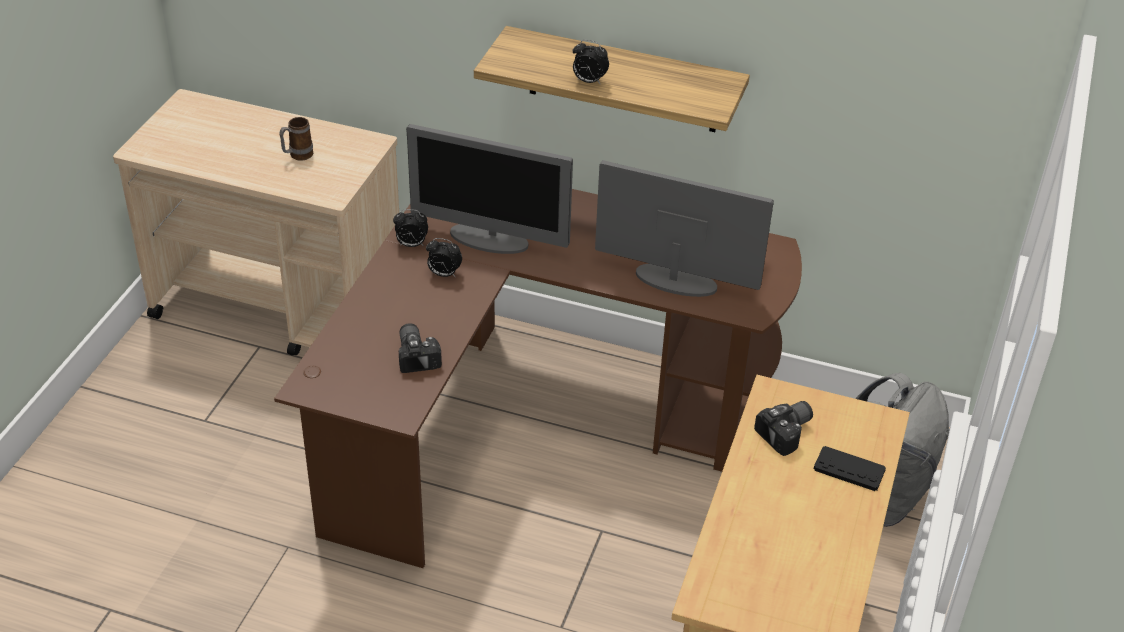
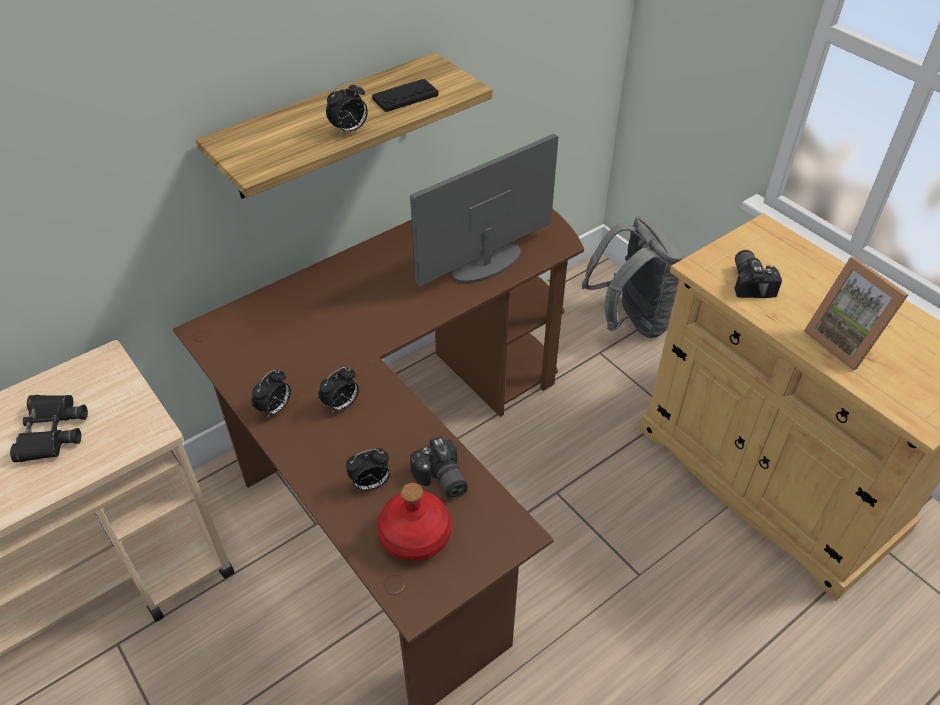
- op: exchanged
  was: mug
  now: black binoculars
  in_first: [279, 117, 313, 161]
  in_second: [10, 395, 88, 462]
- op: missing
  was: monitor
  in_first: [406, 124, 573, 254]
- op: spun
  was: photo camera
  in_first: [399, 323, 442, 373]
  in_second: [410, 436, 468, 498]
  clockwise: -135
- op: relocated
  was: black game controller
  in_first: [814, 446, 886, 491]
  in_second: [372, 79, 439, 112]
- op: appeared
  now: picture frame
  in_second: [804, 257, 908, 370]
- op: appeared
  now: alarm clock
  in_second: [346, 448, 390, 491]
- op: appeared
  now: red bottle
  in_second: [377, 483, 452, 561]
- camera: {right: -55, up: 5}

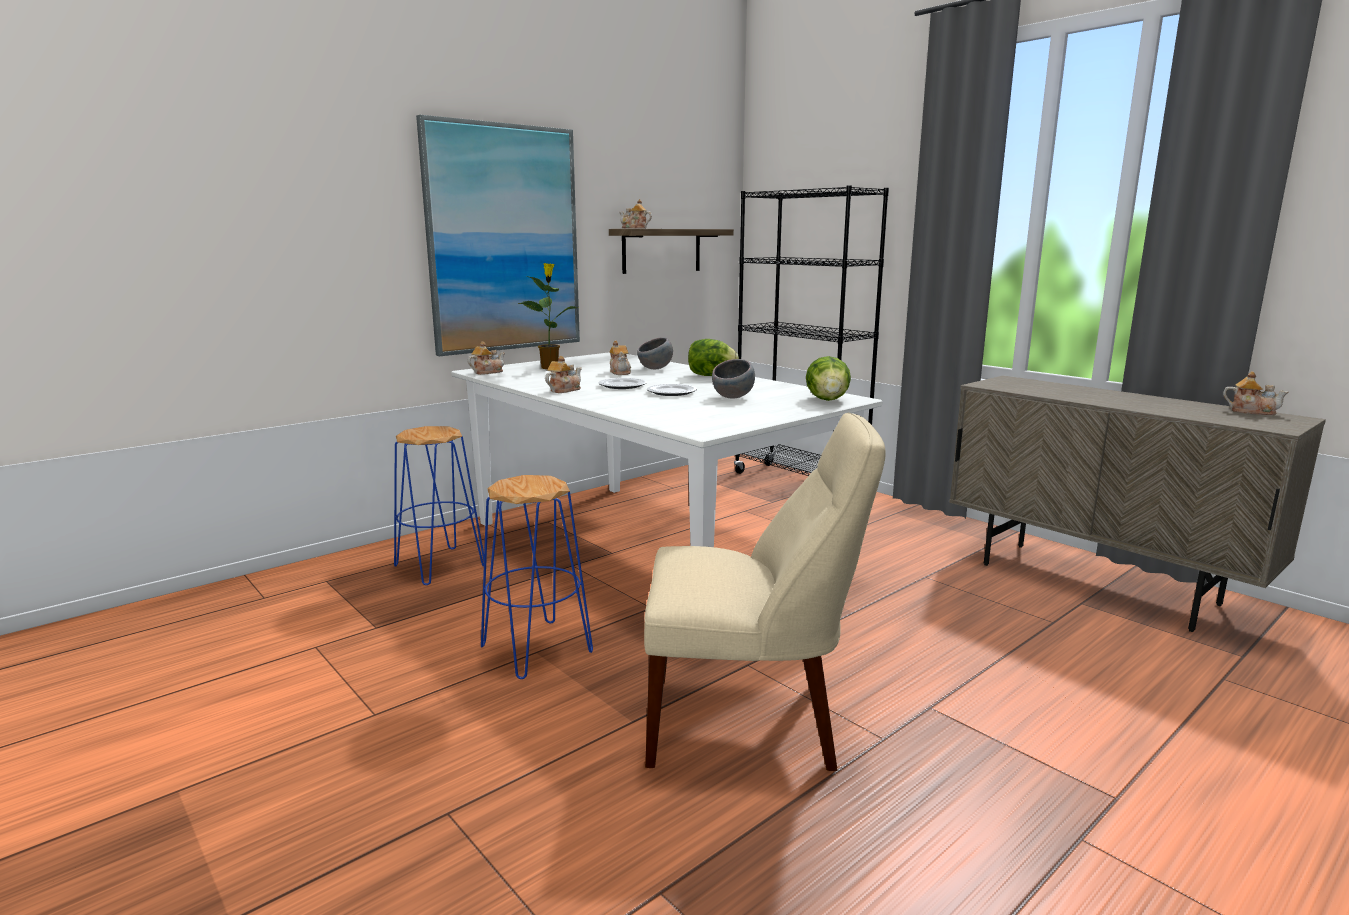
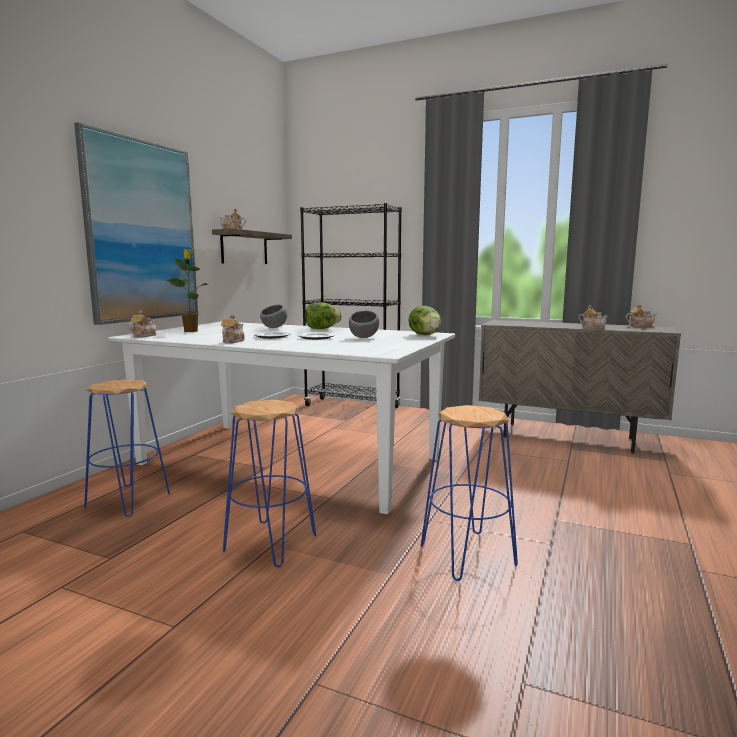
- op: relocated
  was: teapot
  in_first: [609, 341, 631, 375]
  in_second: [578, 305, 608, 329]
- op: exchanged
  was: beige chair
  now: blue stool
  in_first: [644, 412, 886, 771]
  in_second: [421, 405, 518, 581]
- camera: {right: -25, up: -5}

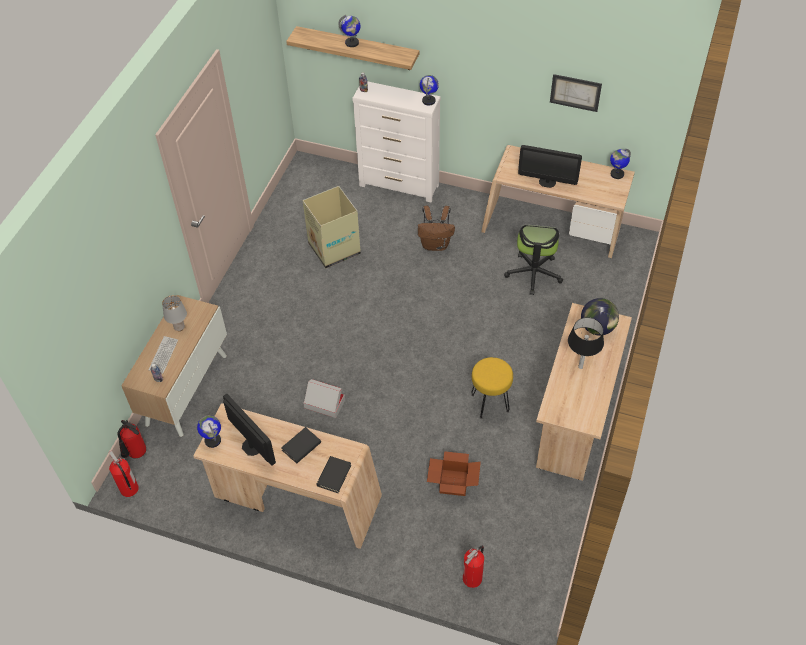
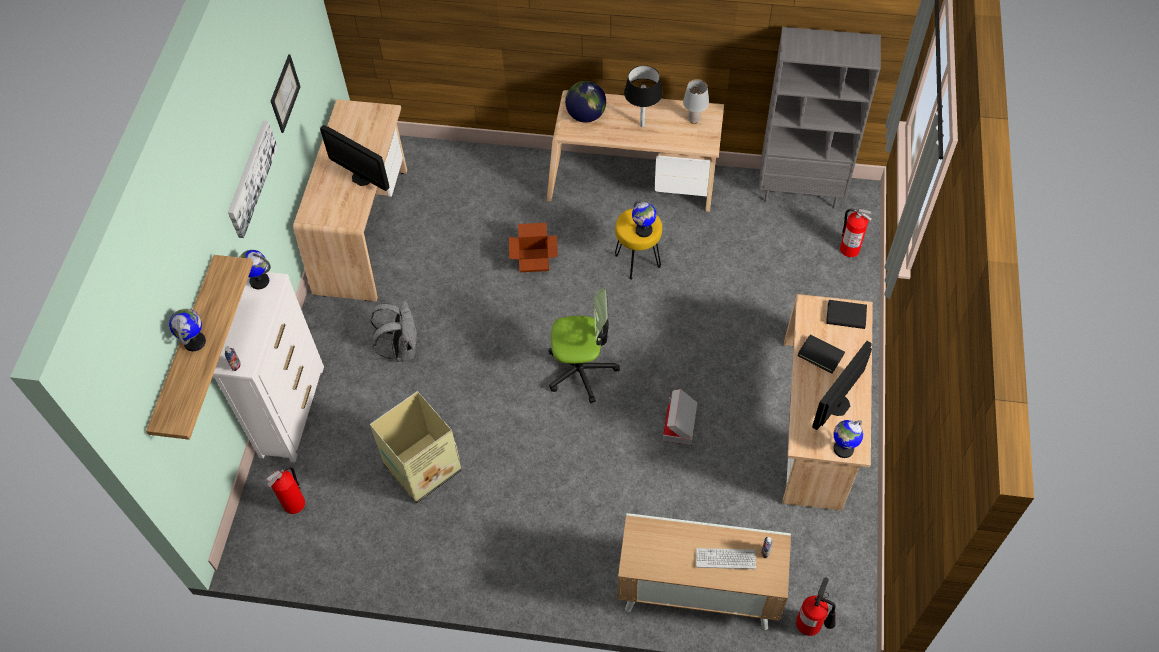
- op: spun
  was: monitor
  in_first: [518, 145, 582, 188]
  in_second: [320, 125, 389, 191]
  clockwise: 120
- op: relocated
  was: globe
  in_first: [610, 149, 631, 179]
  in_second: [632, 200, 656, 237]
- op: colour
  was: brown backpack
  now: grey backpack
  in_first: [418, 206, 455, 251]
  in_second: [370, 301, 418, 362]
- op: relocated
  was: office chair
  in_first: [504, 225, 563, 295]
  in_second: [549, 288, 620, 403]
- op: relocated
  was: grey table lamp
  in_first: [162, 295, 187, 331]
  in_second: [683, 79, 709, 124]
- op: relocated
  was: fire extinguisher
  in_first: [109, 450, 139, 497]
  in_second: [266, 466, 305, 514]
- op: relocated
  was: cardboard box
  in_first: [427, 451, 481, 496]
  in_second: [509, 223, 558, 272]
- op: appeared
  now: grey bookcase
  in_second: [759, 27, 881, 209]
- op: appeared
  now: picture
  in_second: [228, 121, 278, 238]
- camera: {right: -100, up: 5}

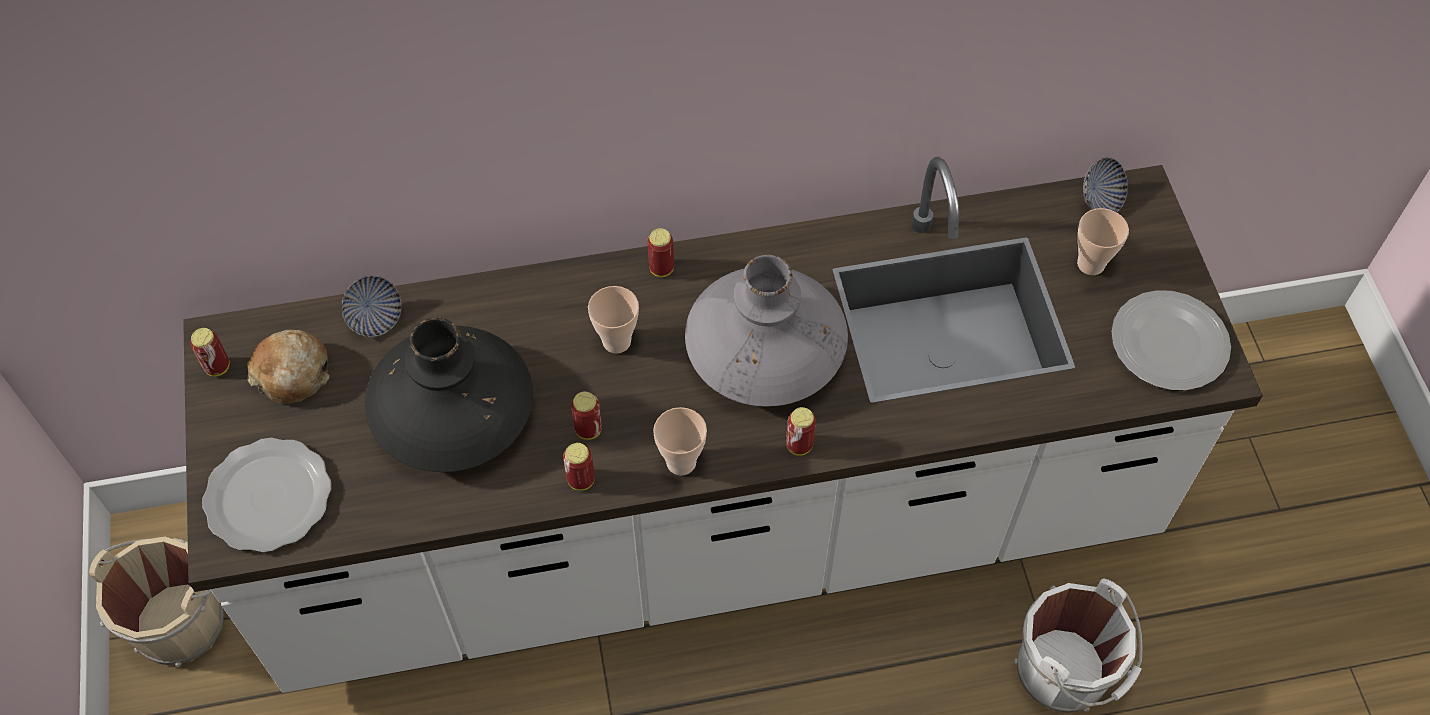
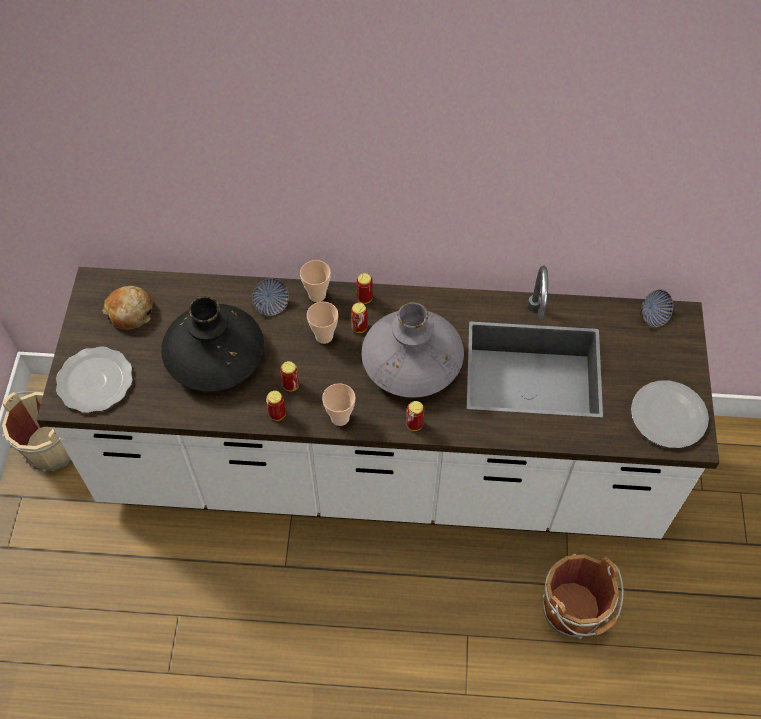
- op: relocated
  was: cup
  in_first: [1077, 208, 1129, 275]
  in_second: [300, 260, 331, 302]
- op: relocated
  was: bowl
  in_first: [342, 276, 402, 337]
  in_second: [252, 278, 289, 316]
- op: relocated
  was: can
  in_first: [190, 328, 230, 377]
  in_second: [351, 303, 368, 333]
- op: colour
  was: white bucket
  now: brown bucket
  in_first: [1014, 578, 1142, 713]
  in_second: [542, 554, 623, 639]
- camera: {right: 15, up: 0}

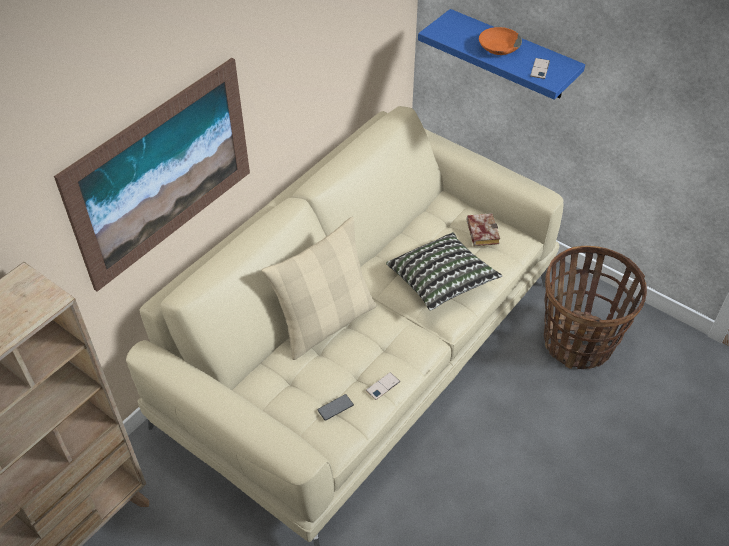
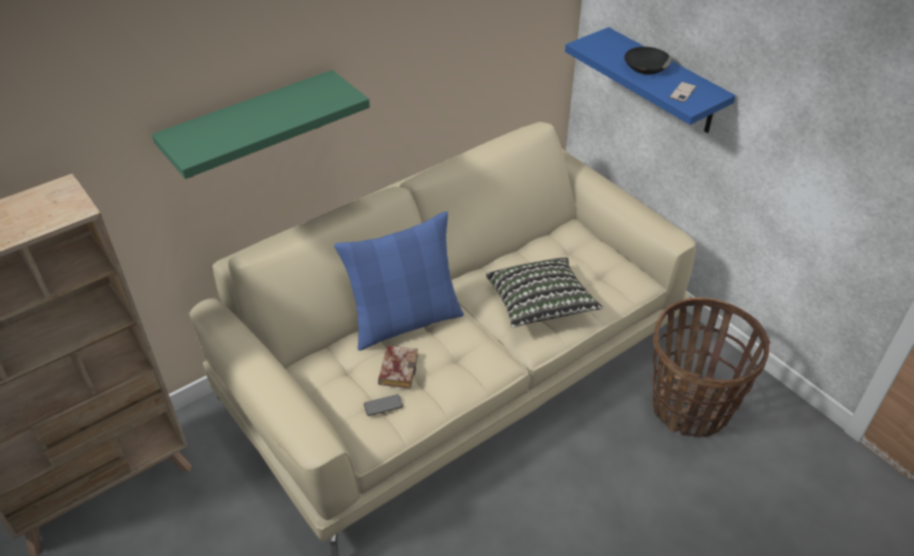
- op: colour
  was: orange bowl
  now: black bowl
  in_first: [479, 27, 522, 55]
  in_second: [624, 47, 671, 75]
- op: exchanged
  was: picture
  now: green shelf
  in_first: [54, 58, 250, 292]
  in_second: [152, 70, 370, 179]
- op: relocated
  was: book
  in_first: [467, 213, 500, 246]
  in_second: [378, 346, 418, 389]
- op: colour
  was: beige pillow
  now: blue pillow
  in_first: [261, 217, 377, 360]
  in_second: [334, 211, 464, 350]
- op: missing
  was: phone
  in_first: [366, 372, 400, 400]
- camera: {right: 15, up: -5}

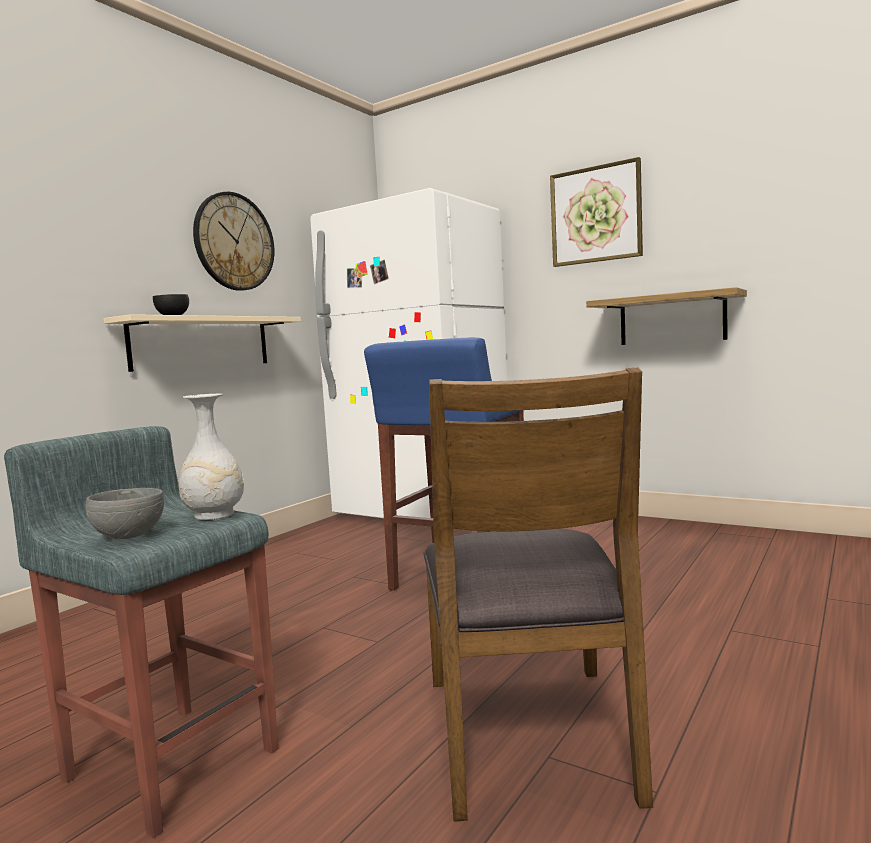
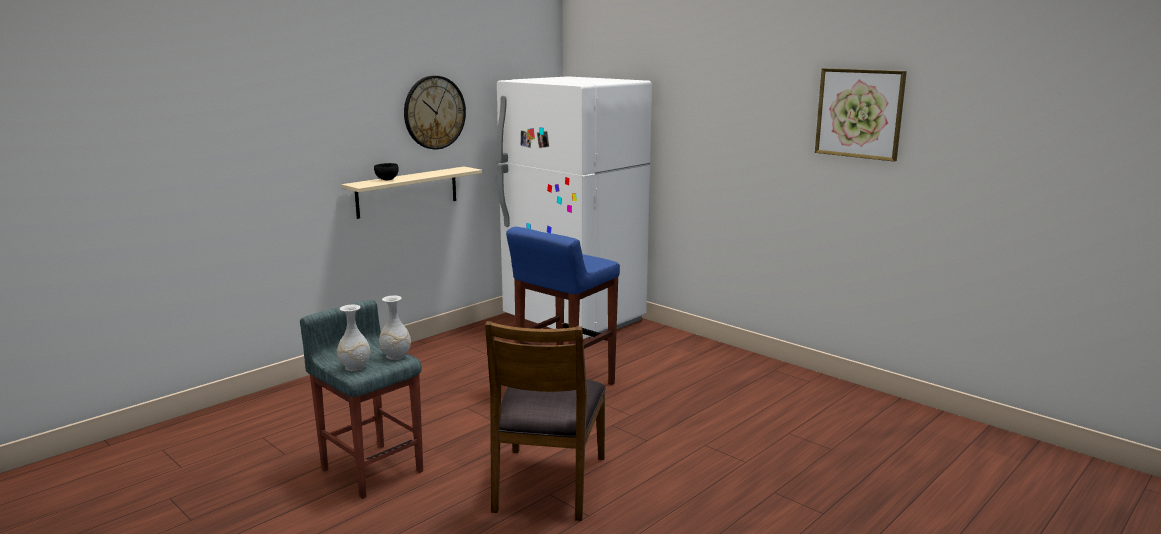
- op: relocated
  was: picture
  in_first: [550, 157, 643, 267]
  in_second: [815, 68, 907, 162]
- op: missing
  was: shelf
  in_first: [586, 287, 747, 345]
- op: exchanged
  was: grey bowl
  now: white vase
  in_first: [86, 488, 164, 539]
  in_second: [337, 305, 371, 371]
- camera: {right: 10, up: 10}

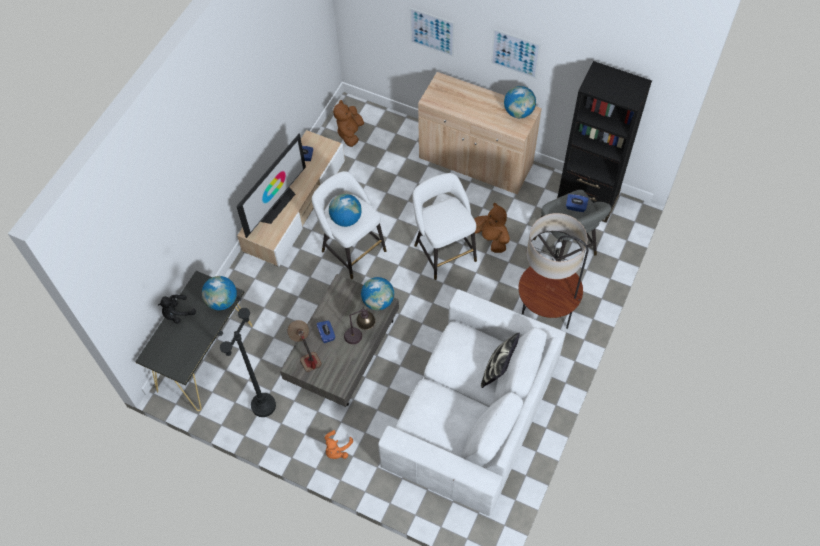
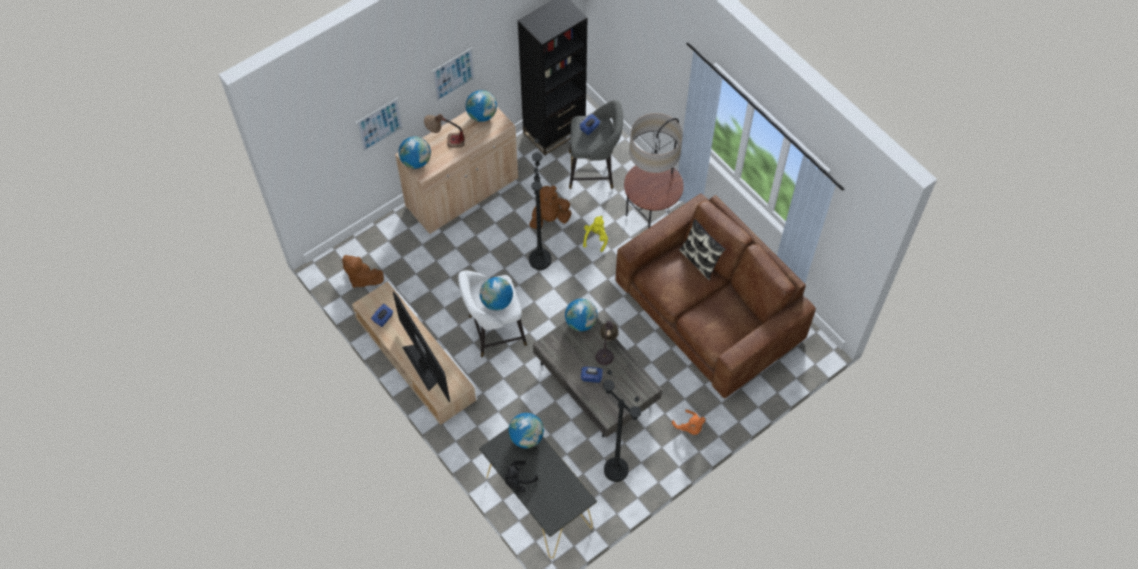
- op: exchanged
  was: white stool
  now: black floor lamp
  in_first: [412, 173, 477, 280]
  in_second: [529, 138, 551, 270]
- op: colour
  was: white sofa
  now: brown sofa
  in_first: [378, 289, 566, 516]
  in_second: [615, 193, 816, 398]
- op: spun
  was: black plush toy
  in_first: [158, 295, 196, 324]
  in_second: [504, 461, 538, 493]
  clockwise: 60
- op: relocated
  was: table lamp
  in_first: [288, 320, 322, 372]
  in_second: [424, 114, 465, 147]
- op: appeared
  now: globe
  in_second: [399, 136, 431, 169]
- op: appeared
  now: yellow plush toy
  in_second: [583, 216, 608, 252]
- camera: {right: -65, up: 0}

